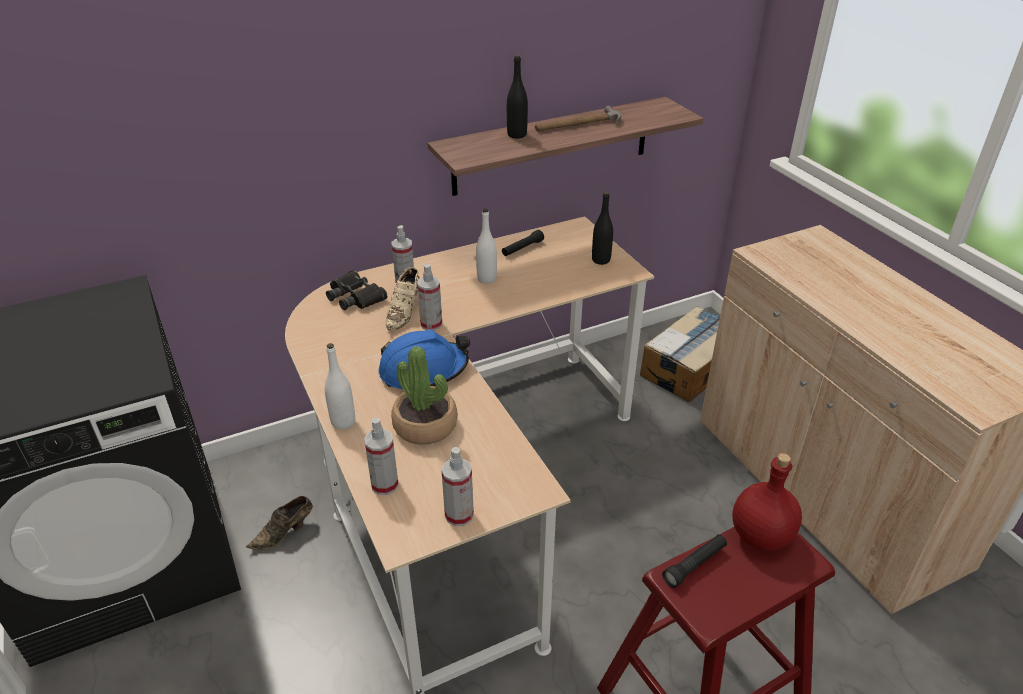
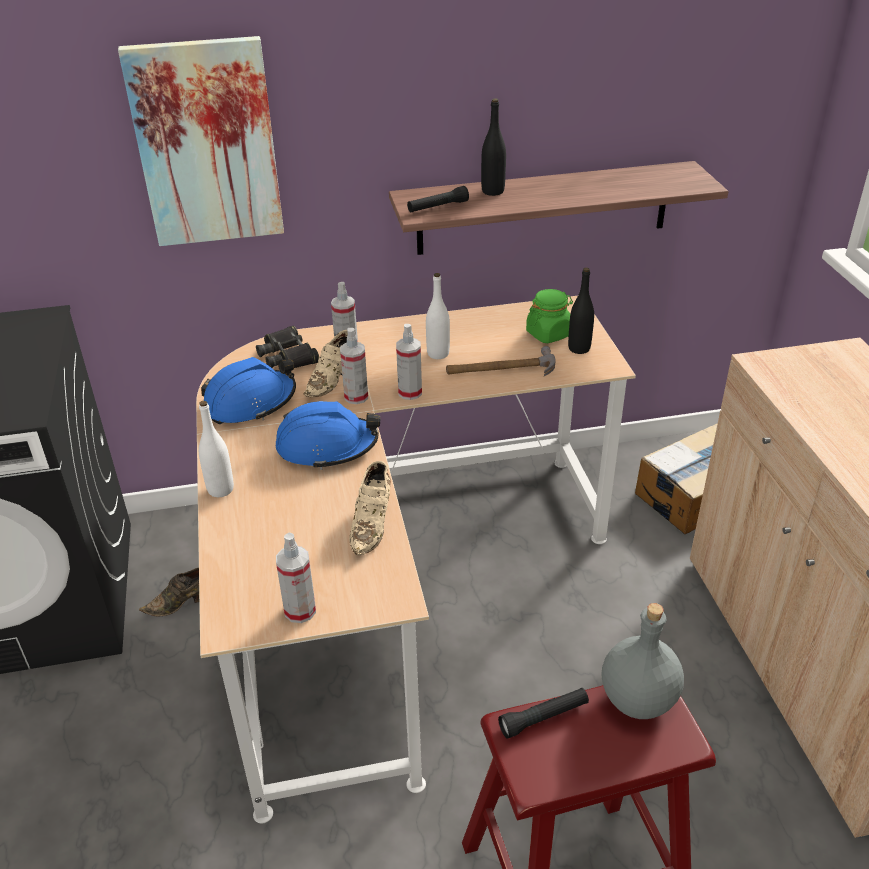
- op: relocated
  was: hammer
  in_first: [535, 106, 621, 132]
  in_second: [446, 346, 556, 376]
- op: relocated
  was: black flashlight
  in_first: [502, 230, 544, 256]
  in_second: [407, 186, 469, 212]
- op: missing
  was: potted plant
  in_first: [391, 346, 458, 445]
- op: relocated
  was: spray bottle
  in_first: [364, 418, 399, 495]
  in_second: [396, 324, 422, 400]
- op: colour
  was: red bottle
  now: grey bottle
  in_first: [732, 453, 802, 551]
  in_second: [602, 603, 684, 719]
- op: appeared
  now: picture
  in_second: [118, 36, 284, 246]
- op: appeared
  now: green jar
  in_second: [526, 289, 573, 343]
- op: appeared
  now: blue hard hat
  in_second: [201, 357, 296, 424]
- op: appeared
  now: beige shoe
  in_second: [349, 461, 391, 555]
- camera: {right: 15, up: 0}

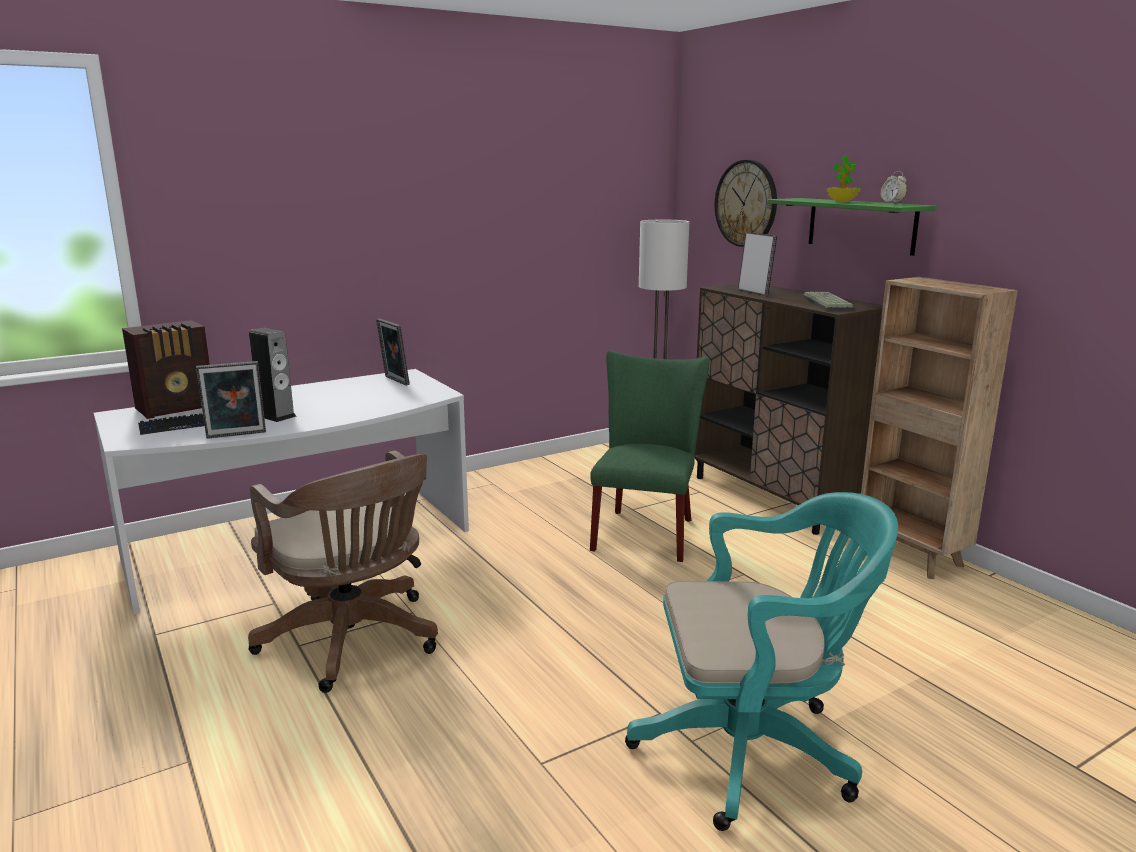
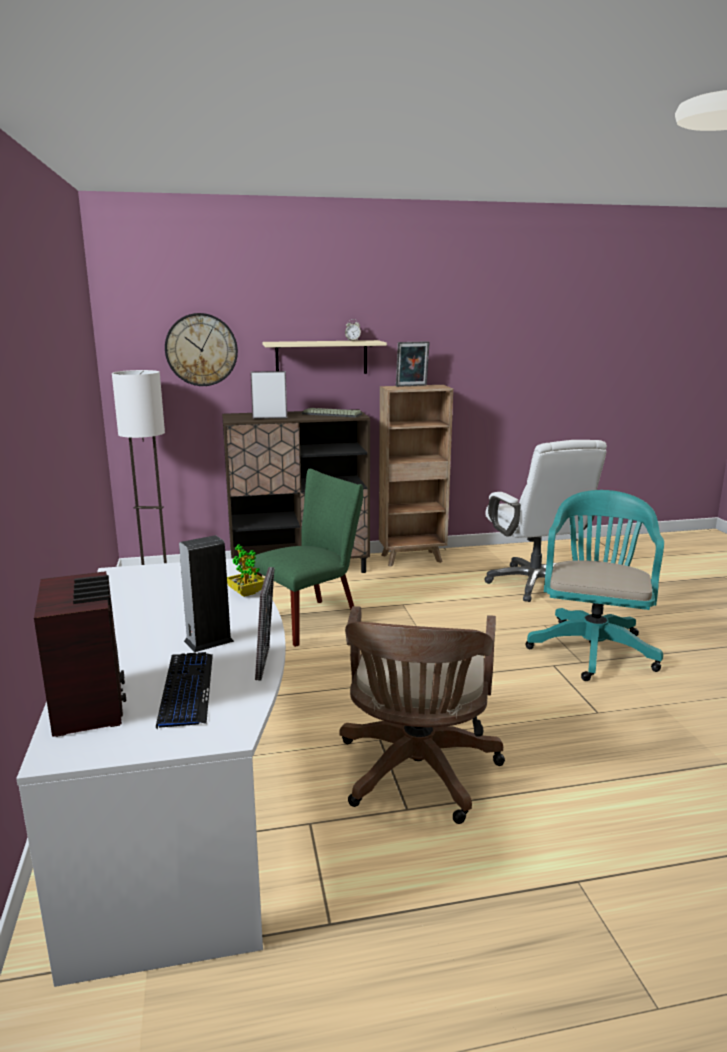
- op: relocated
  was: potted plant
  in_first: [827, 156, 860, 202]
  in_second: [227, 544, 264, 597]
- op: colour
  was: green shelf
  now: beige shelf
  in_first: [767, 198, 937, 256]
  in_second: [262, 340, 387, 374]
- op: relocated
  was: picture frame
  in_first: [376, 318, 410, 386]
  in_second: [396, 341, 430, 387]
- op: spun
  was: green chair
  in_first: [590, 350, 710, 562]
  in_second: [252, 469, 363, 647]
  clockwise: 105
- op: spun
  was: brown office chair
  in_first: [248, 451, 438, 693]
  in_second: [339, 606, 505, 824]
  clockwise: 120
- op: appeared
  now: white office chair
  in_second: [485, 440, 607, 602]
- camera: {right: -70, up: 0}

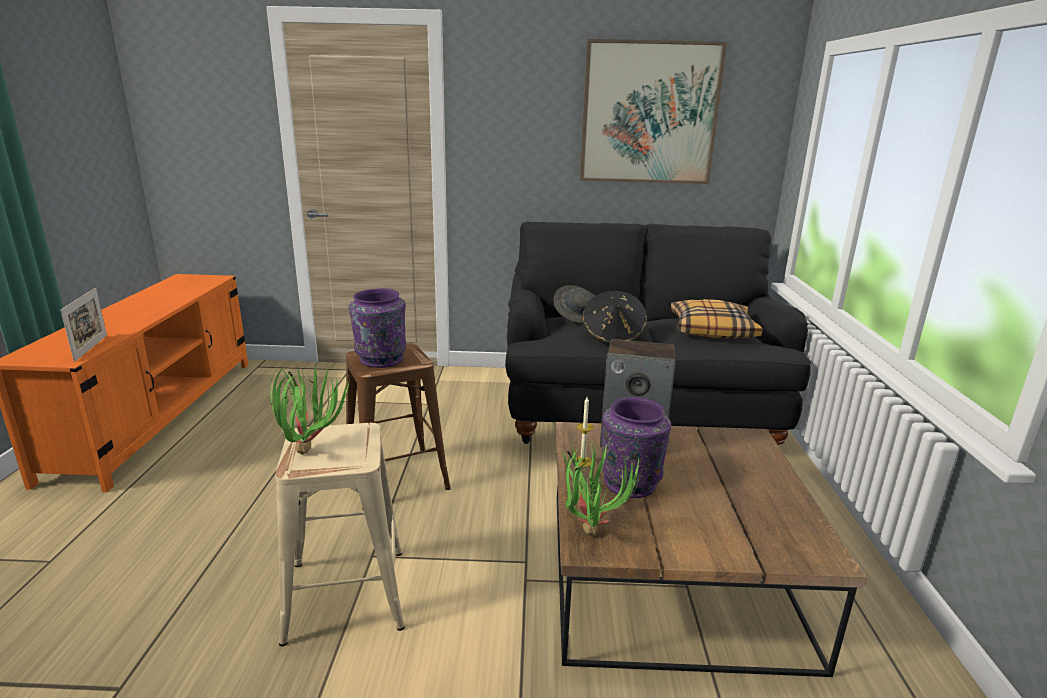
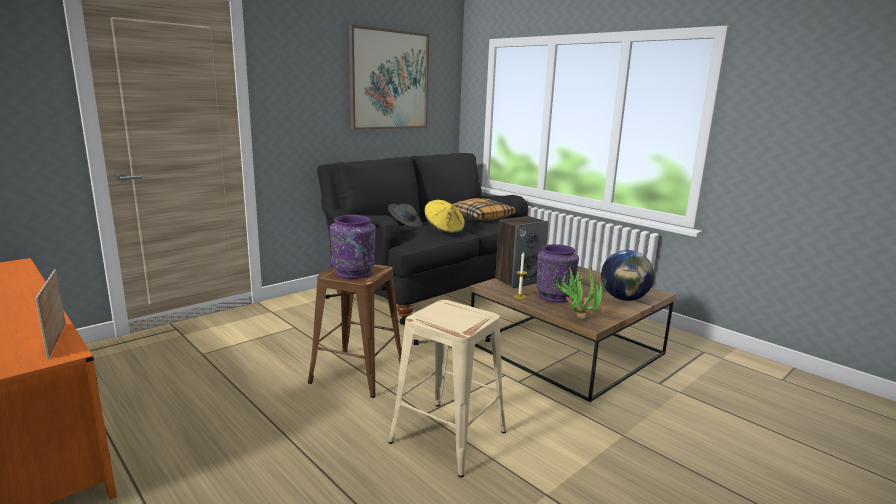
- op: spun
  was: picture frame
  in_first: [60, 288, 107, 362]
  in_second: [35, 269, 66, 359]
  clockwise: -150
- op: colour
  was: black hat
  now: yellow hat
  in_first: [582, 291, 647, 344]
  in_second: [424, 200, 465, 234]
- op: missing
  was: potted plant
  in_first: [270, 363, 349, 455]
- op: appeared
  now: globe
  in_second: [601, 250, 654, 301]
- camera: {right: -45, up: -5}

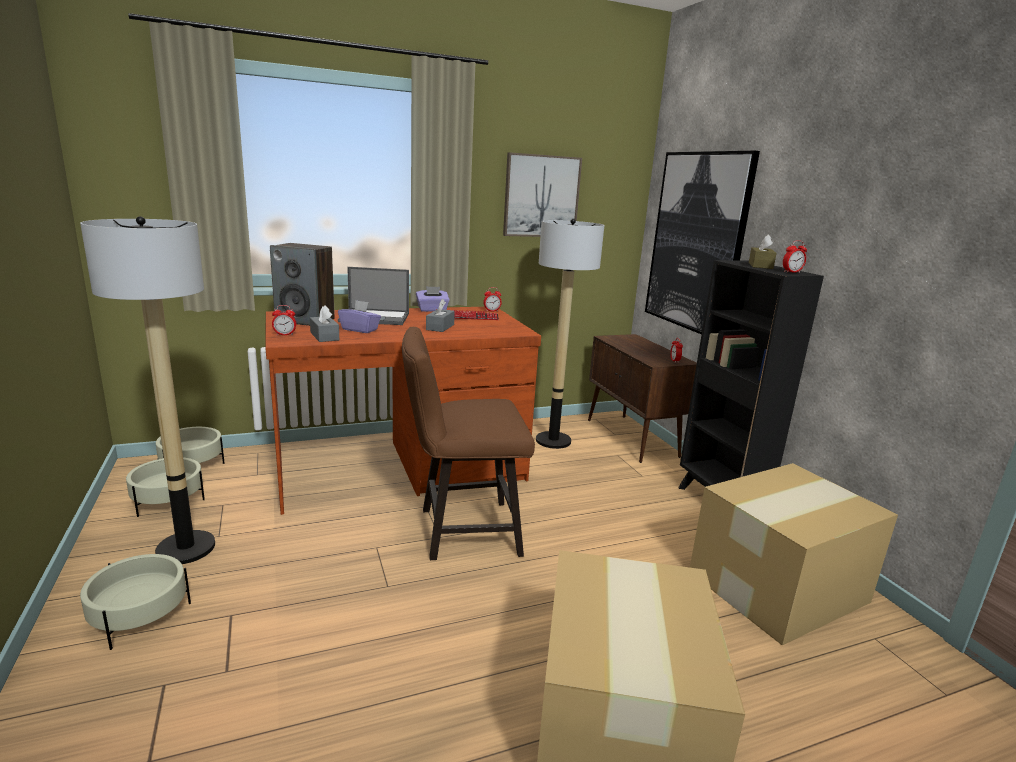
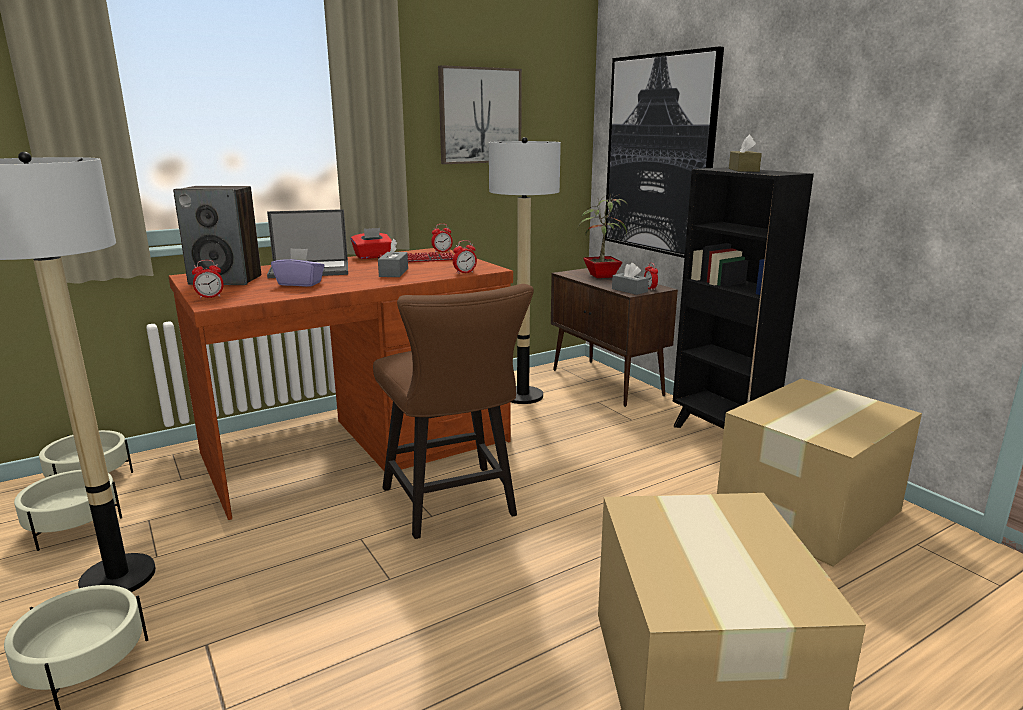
- op: relocated
  was: alarm clock
  in_first: [783, 240, 807, 273]
  in_second: [453, 240, 477, 274]
- op: colour
  was: purple tissue box
  now: red tissue box
  in_first: [416, 286, 450, 312]
  in_second: [351, 228, 392, 259]
- op: relocated
  was: grey tissue box
  in_first: [310, 306, 339, 342]
  in_second: [612, 263, 649, 295]
- op: spun
  was: brown chair
  in_first: [402, 327, 535, 560]
  in_second: [373, 284, 534, 539]
  clockwise: -90
- op: appeared
  now: potted plant
  in_second: [577, 194, 627, 278]
- camera: {right: -10, up: 0}

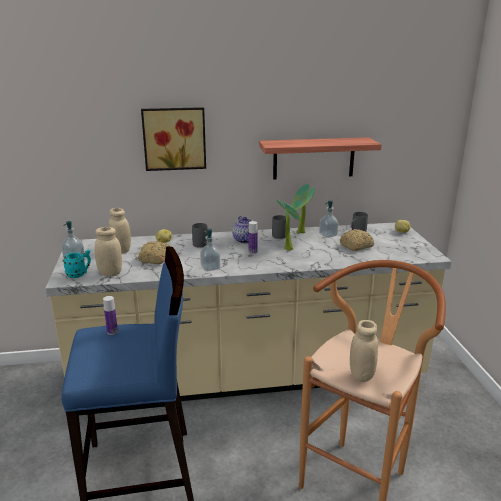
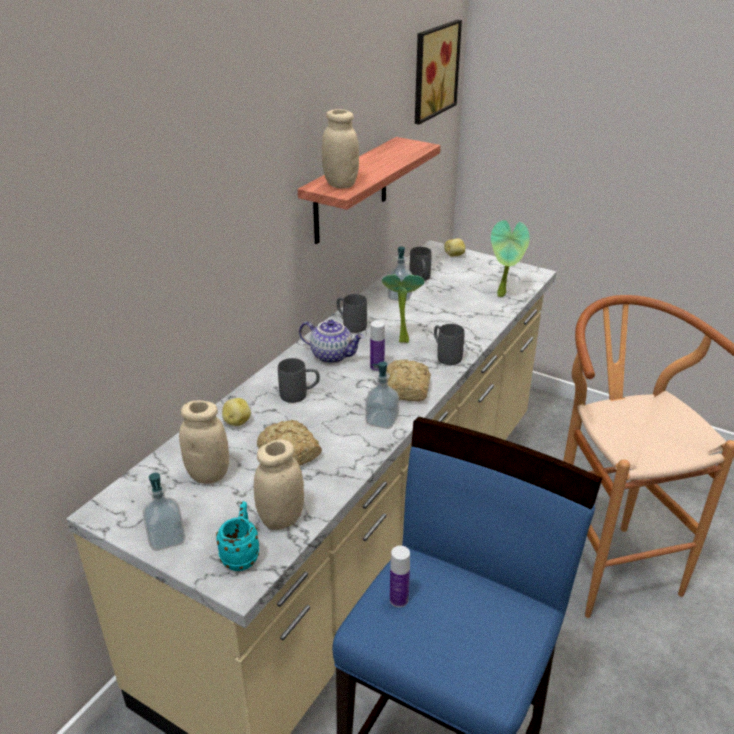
- op: relocated
  was: picture
  in_first: [141, 107, 206, 171]
  in_second: [415, 20, 462, 125]
- op: relocated
  was: potted plant
  in_first: [291, 184, 315, 234]
  in_second: [491, 220, 530, 297]
- op: relocated
  was: bread
  in_first: [340, 229, 374, 251]
  in_second: [386, 359, 431, 401]
- op: relocated
  was: beige jar
  in_first: [350, 320, 378, 382]
  in_second: [322, 109, 359, 189]
- op: appeared
  now: grey mug
  in_second: [434, 324, 465, 365]
- camera: {right: -50, up: 10}

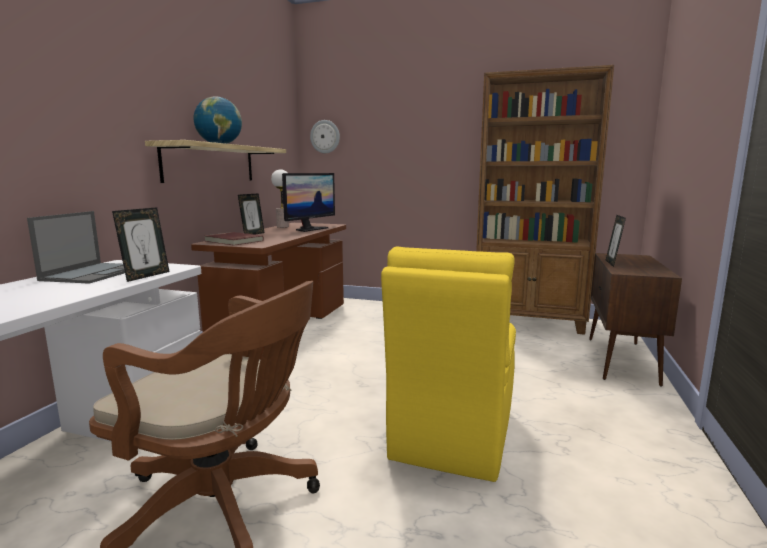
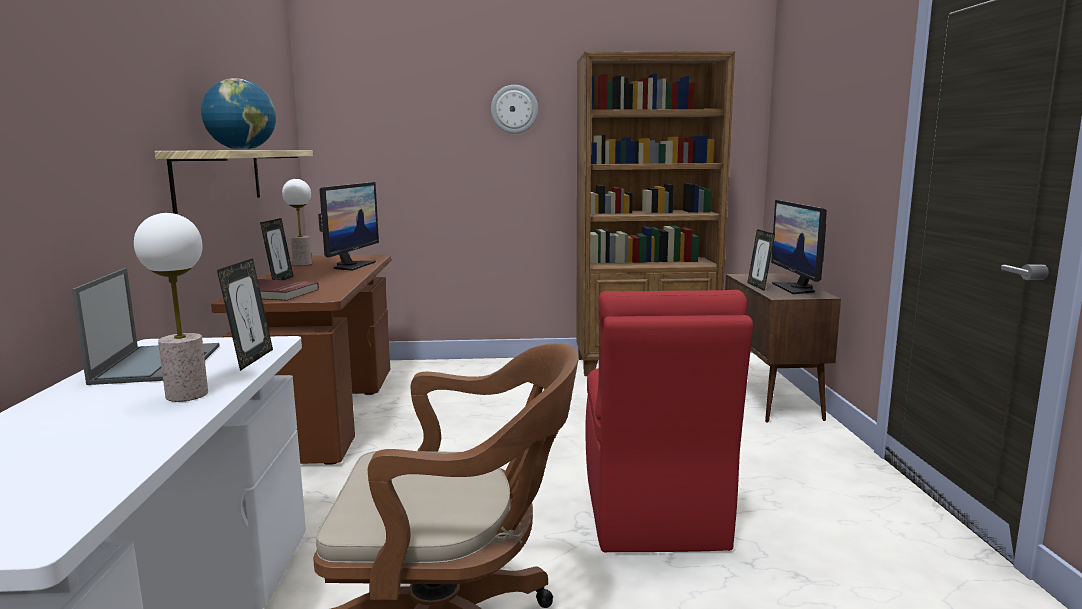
- op: relocated
  was: wall clock
  in_first: [310, 120, 340, 153]
  in_second: [491, 85, 538, 134]
- op: colour
  was: yellow chair
  now: red chair
  in_first: [381, 247, 516, 482]
  in_second: [585, 290, 753, 552]
- op: appeared
  now: monitor
  in_second: [771, 200, 827, 294]
- op: appeared
  now: table lamp
  in_second: [134, 213, 208, 402]
- camera: {right: -20, up: 0}

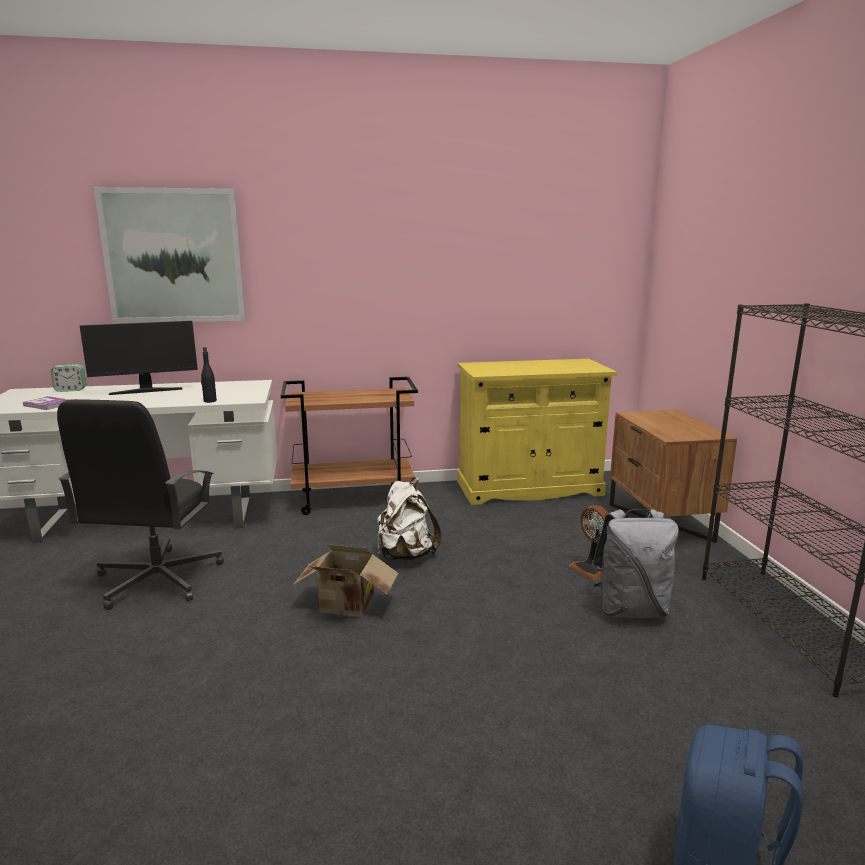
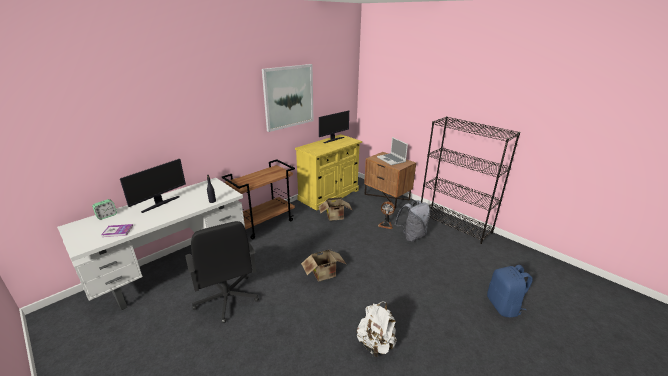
- op: relocated
  was: picture
  in_first: [94, 187, 246, 324]
  in_second: [262, 64, 314, 132]
- op: relocated
  was: white backpack
  in_first: [377, 478, 441, 561]
  in_second: [357, 301, 397, 357]
- op: appeared
  now: monitor
  in_second: [319, 110, 349, 143]
- op: appeared
  now: laptop
  in_second: [377, 137, 408, 165]
- op: appeared
  now: cardboard box
  in_second: [318, 197, 352, 221]
- camera: {right: -35, up: 10}

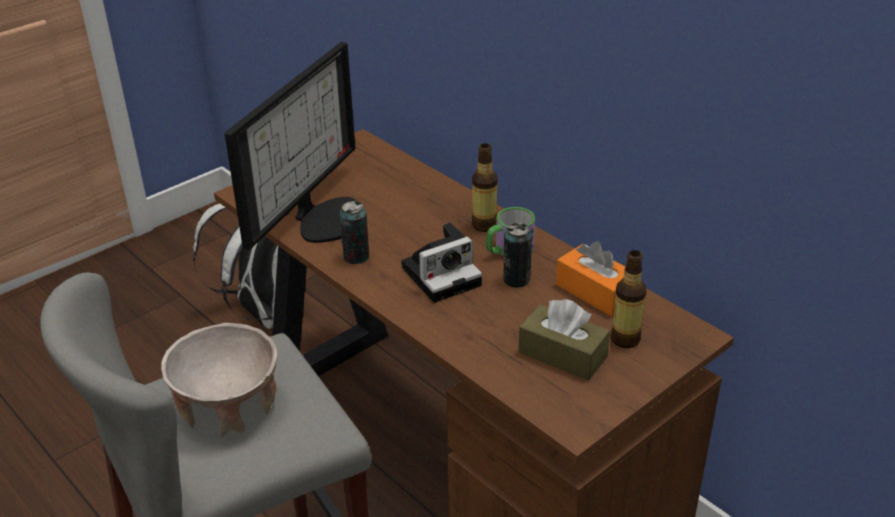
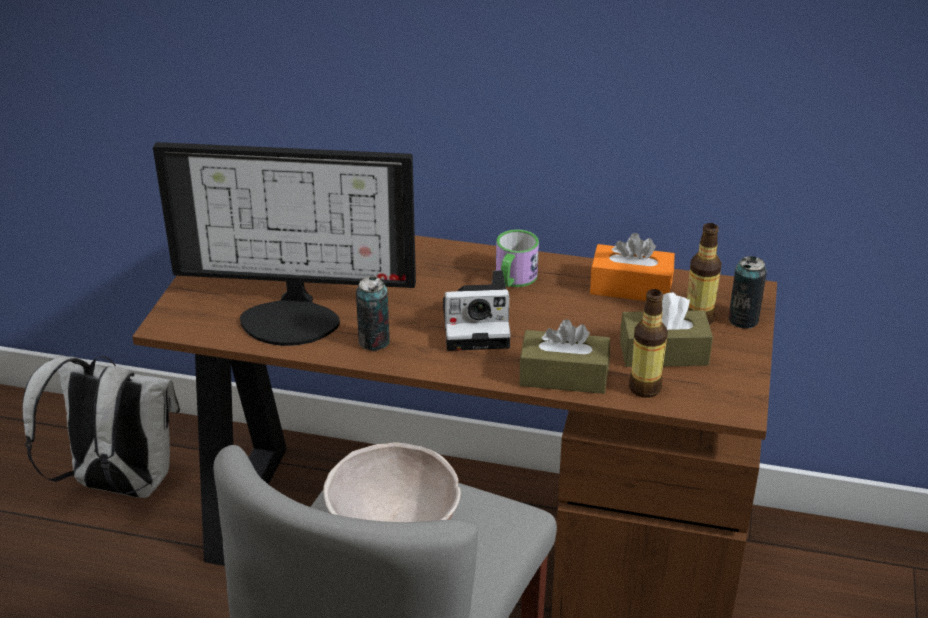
- op: spun
  was: monitor
  in_first: [225, 42, 357, 250]
  in_second: [153, 142, 416, 346]
  clockwise: 105
- op: relocated
  was: bottle
  in_first: [472, 143, 498, 232]
  in_second: [629, 289, 668, 398]
- op: spun
  was: photo camera
  in_first: [401, 223, 482, 303]
  in_second: [443, 270, 511, 351]
  clockwise: 60
- op: relocated
  was: can
  in_first: [503, 223, 533, 288]
  in_second: [728, 256, 767, 329]
- op: appeared
  now: brown tissue box
  in_second: [519, 319, 610, 394]
- camera: {right: -35, up: 0}

